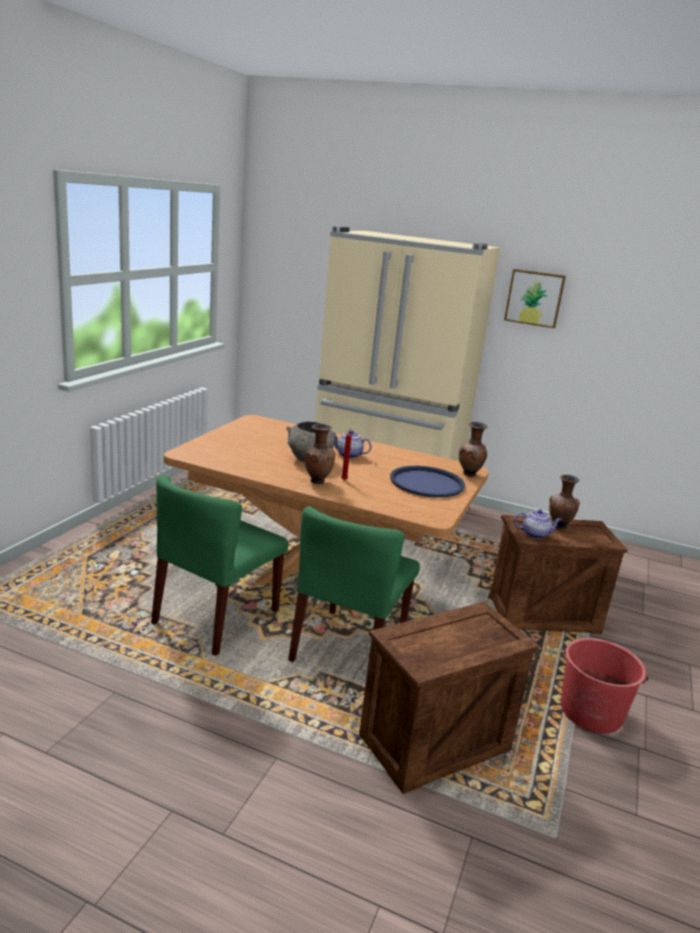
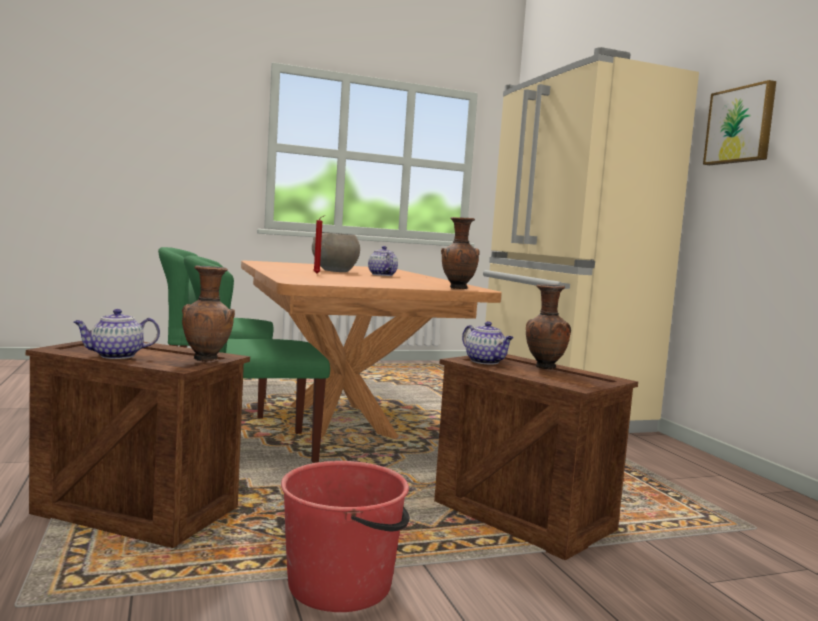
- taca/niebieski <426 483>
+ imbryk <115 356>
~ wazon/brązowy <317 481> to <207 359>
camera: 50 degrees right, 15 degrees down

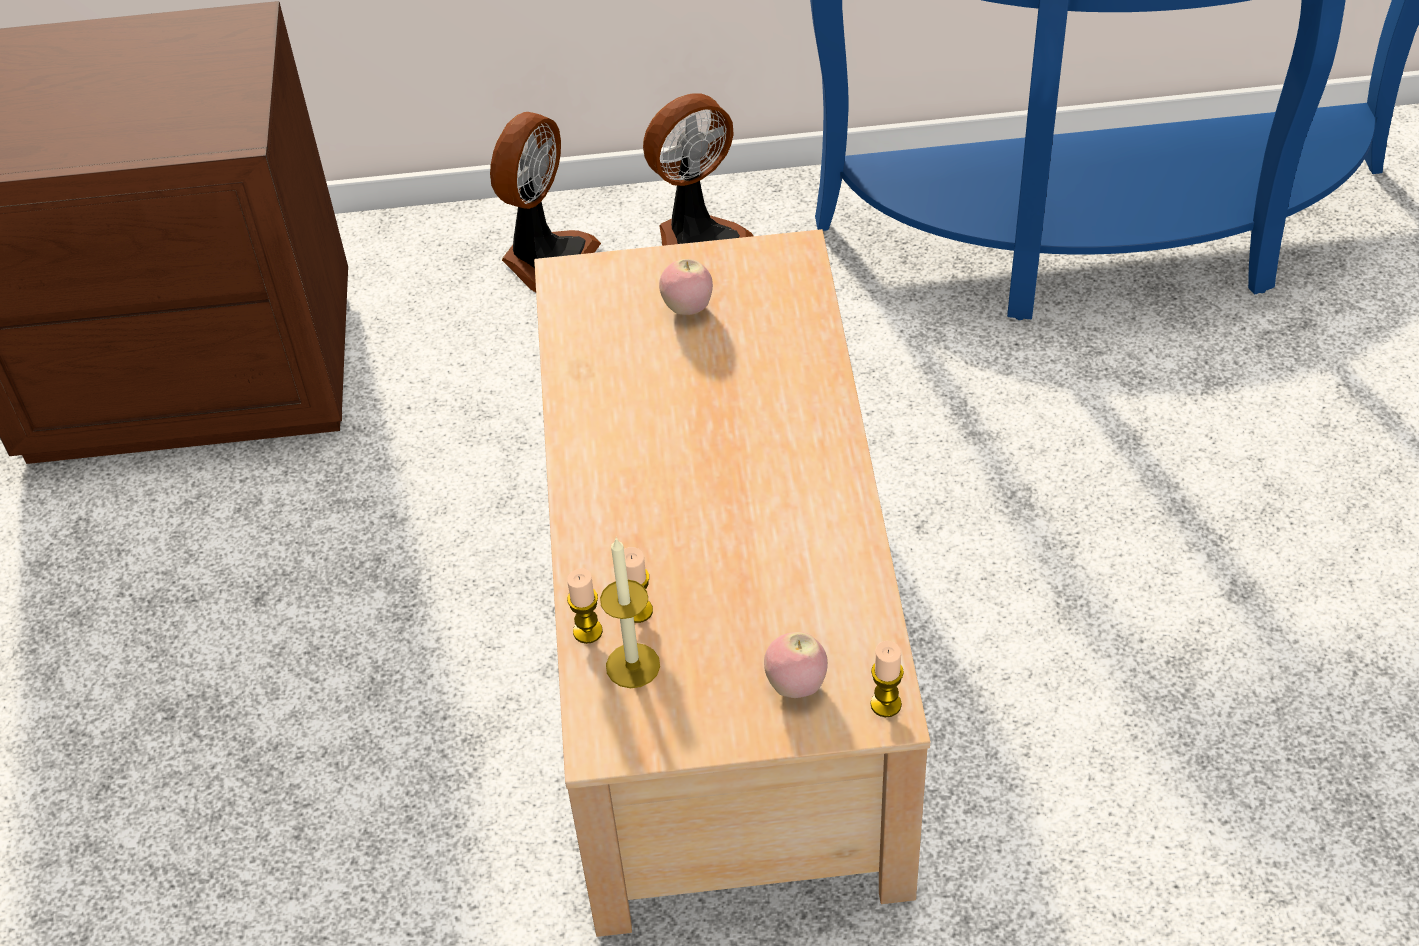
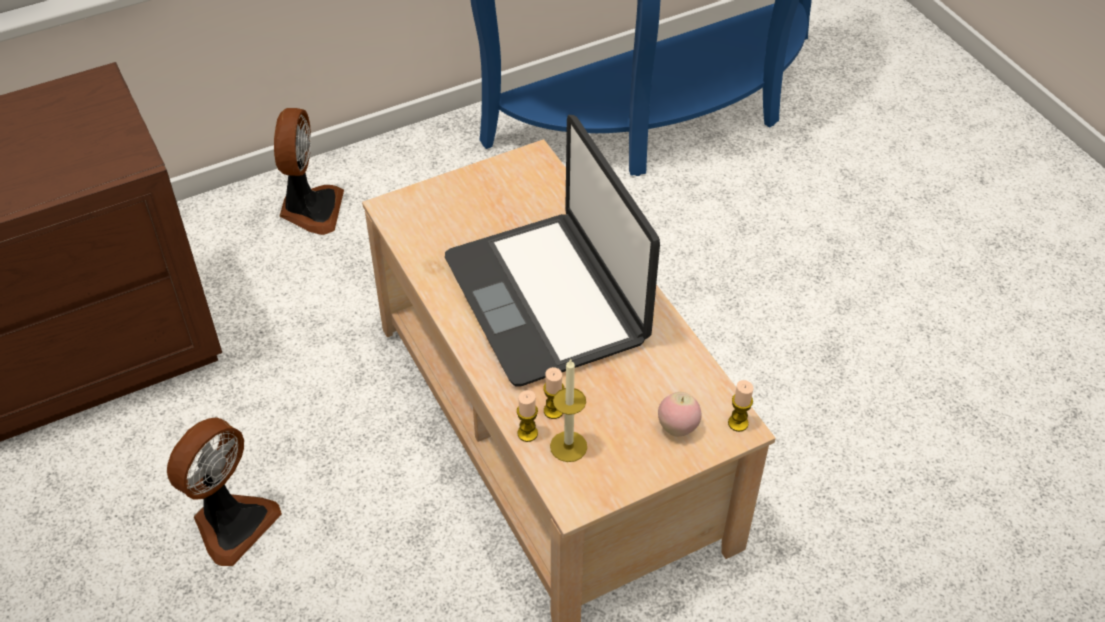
- jabłko <688 308>
+ laptop <548 299>
~ wentylator <698 241> to <231 522>
camera: 25 degrees left, 0 degrees up

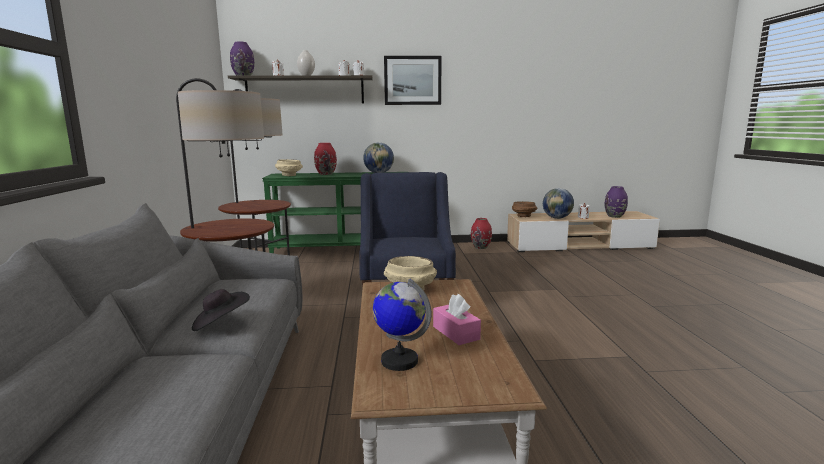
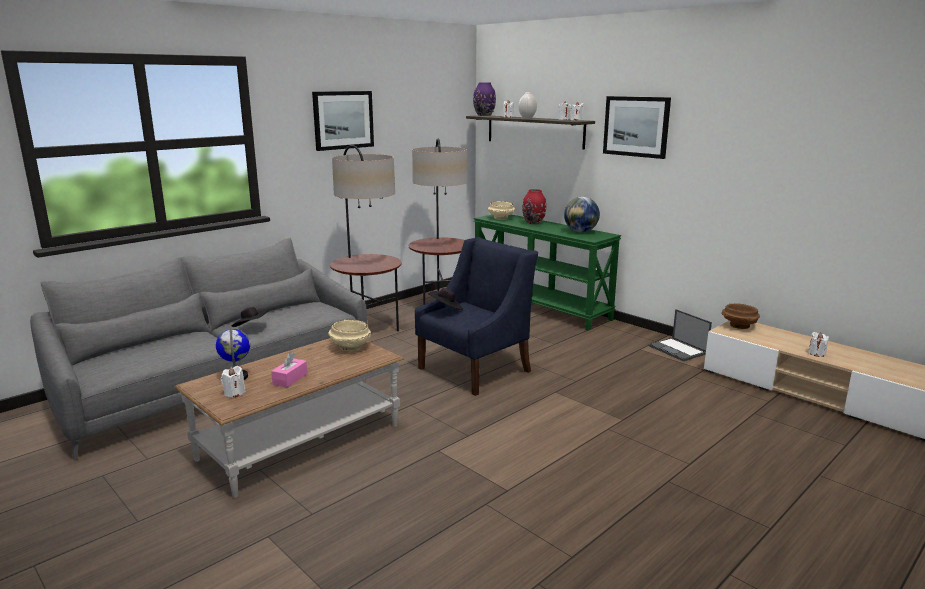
- globus <557 218>
- wazon/fioletowy <615 216>
+ świeca/biały <234 393>
+ obraz <343 120>
+ kapelusz/czarny <446 309>
~ wazon/czerwony <481 247> to laptop <678 350>
camera: 50 degrees right, 5 degrees up

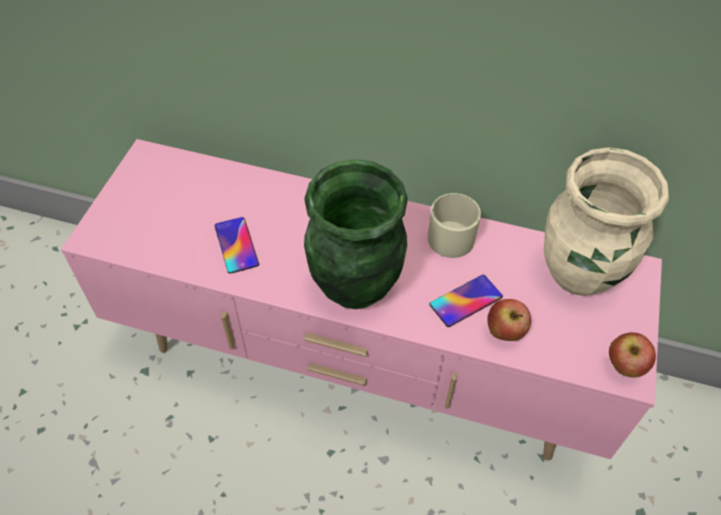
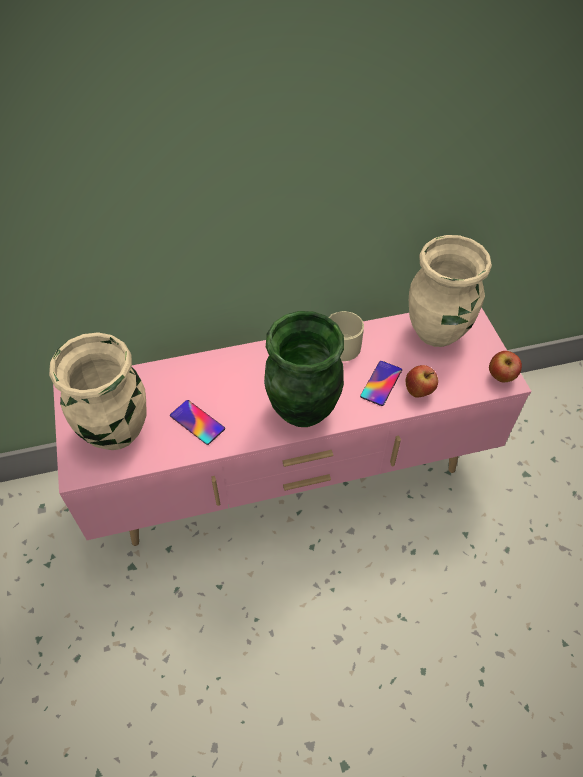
+ wazon/beżowy <116 432>
camera: 30 degrees left, 0 degrees up

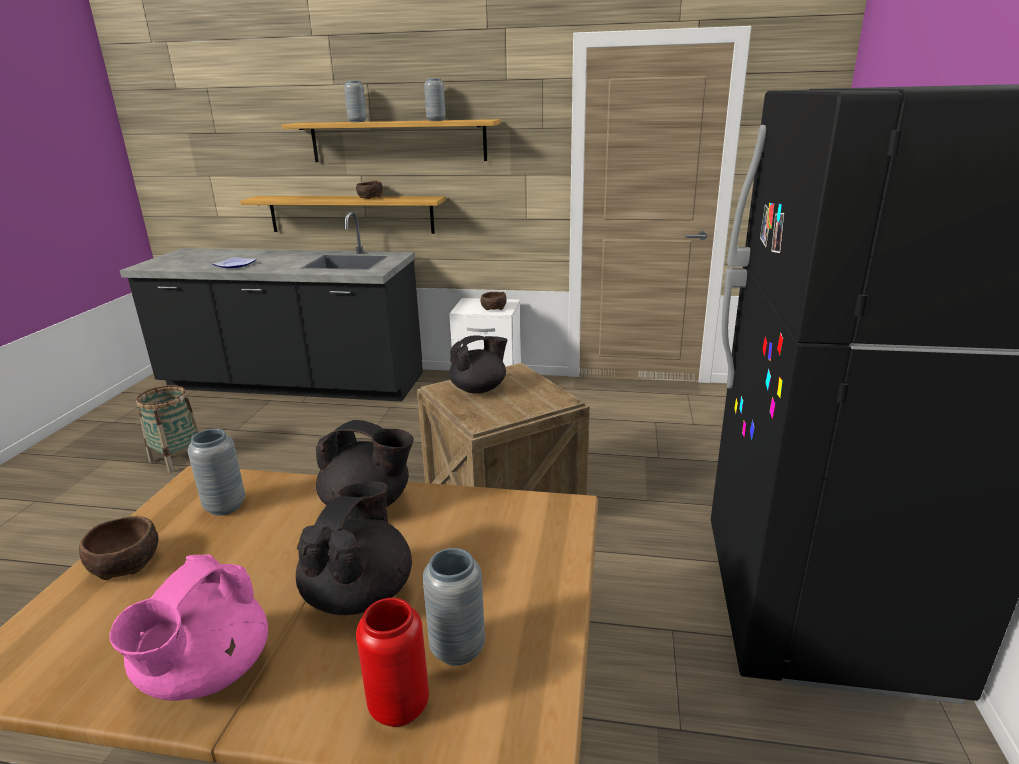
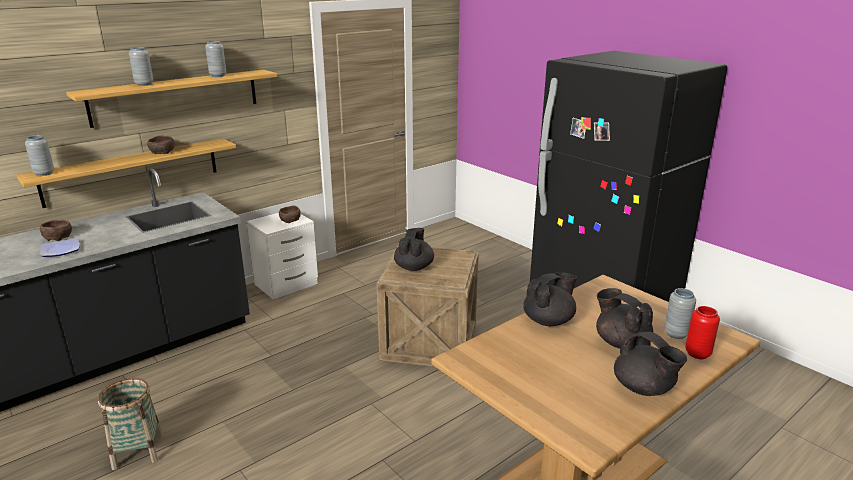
~ miska/brązowy <127 562> to <58 237>
~ wazon/szary <225 506> to <44 174>
~ imbryk/różowy <205 674> to imbryk/czarny <643 388>
camera: 50 degrees left, 0 degrees up

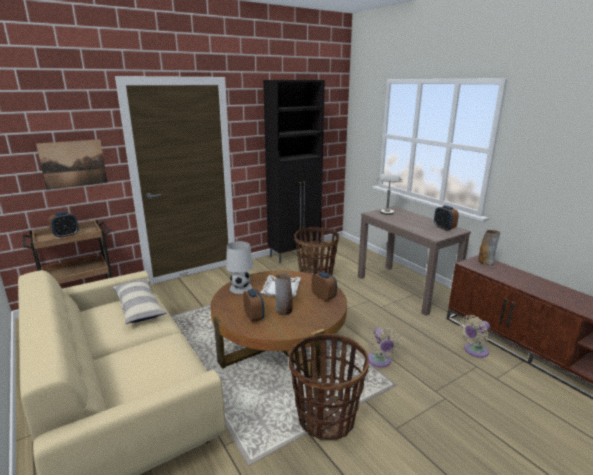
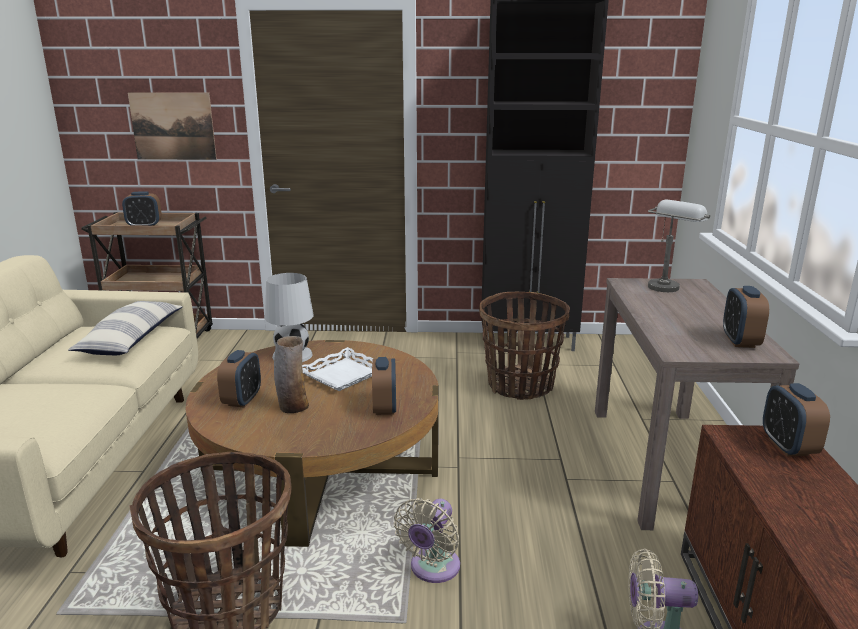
~ wazon <486 262> to budzik <788 446>
camera: 35 degrees right, 0 degrees up

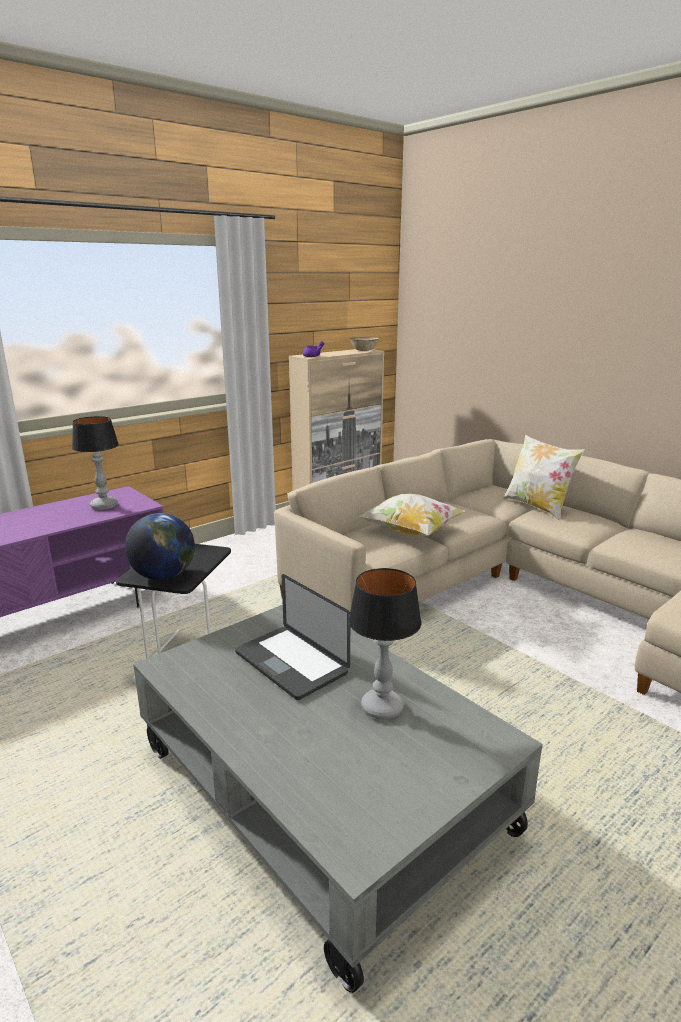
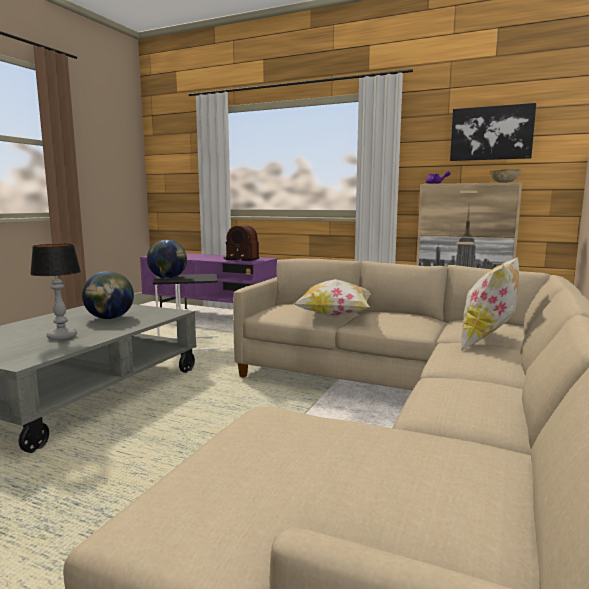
+ obraz <491 133>
~ lampa stołowa <104 506> to radio <241 259>
~ laptop <291 663> to globus <110 318>
camera: 65 degrees right, 10 degrees down

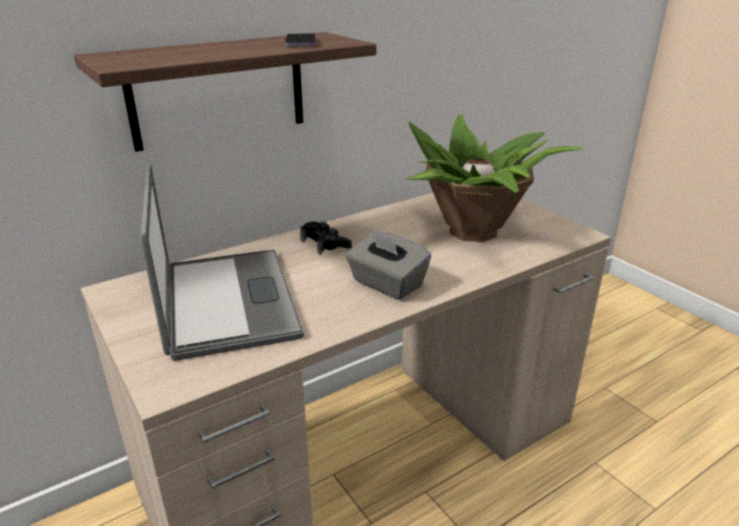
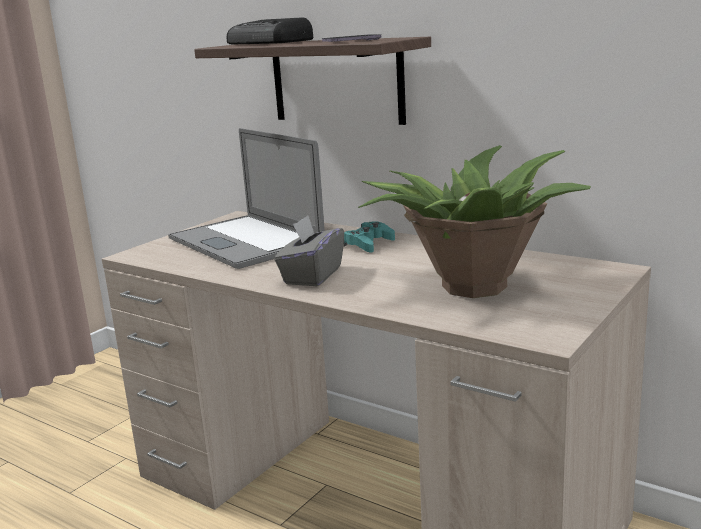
+ radio <270 42>
~ pad do gier/czarny <325 244> to pad do gier/turkusowy <369 244>
~ laptop <227 301> = <245 241> 90 degrees clockwise
camera: 70 degrees right, 10 degrees down

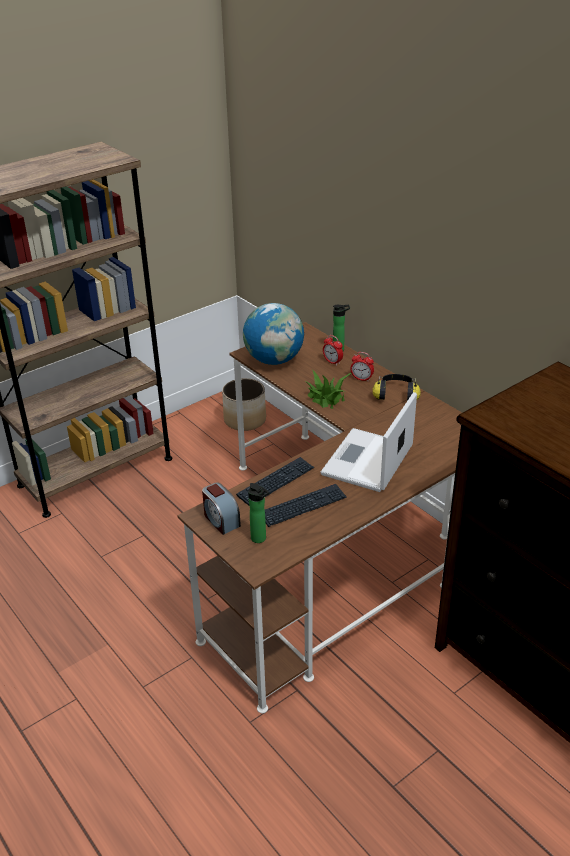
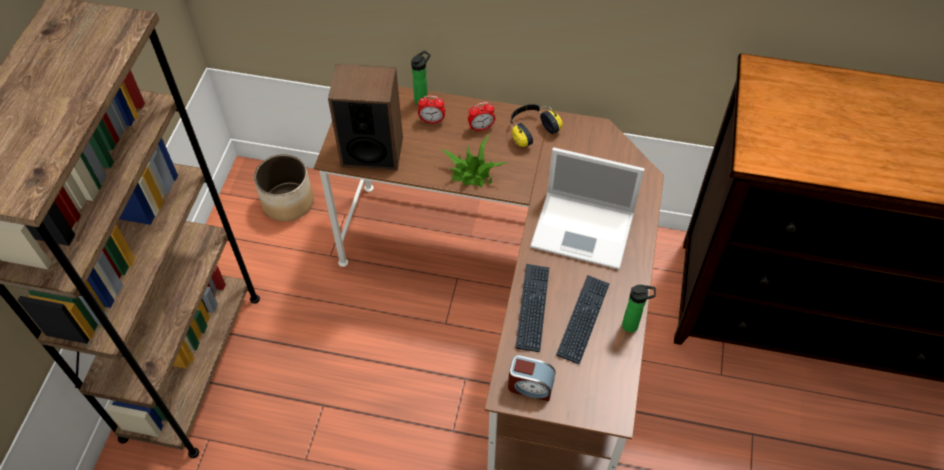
~ butelka <260 539> to <632 325>
~ globus <274 360> to głośnik <372 151>
~ laptop <367 462> = <585 230> 60 degrees counterclockwise
camera: 40 degrees left, 20 degrees up

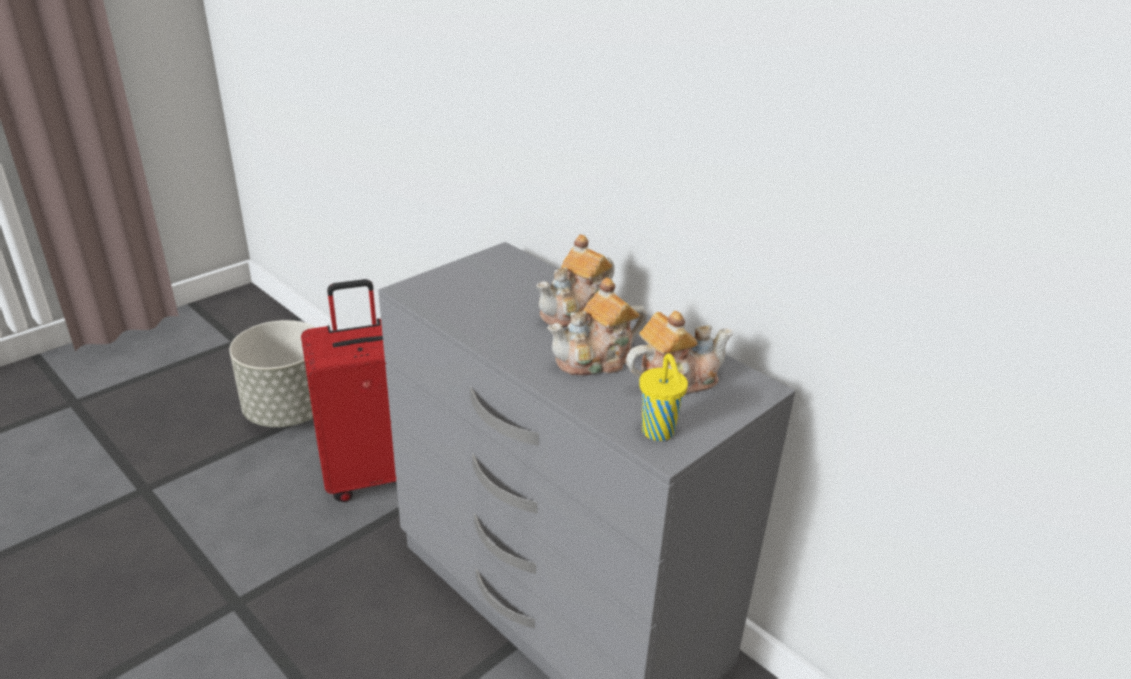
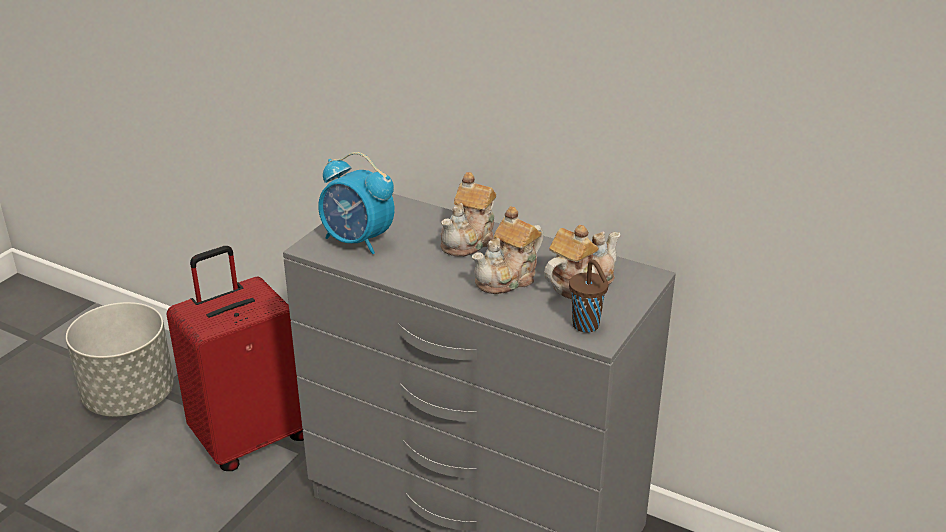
+ budzik <357 241>
~ filiżanka/żółty <659 433> to filiżanka/brązowy <587 326>
camera: 15 degrees left, 0 degrees up

